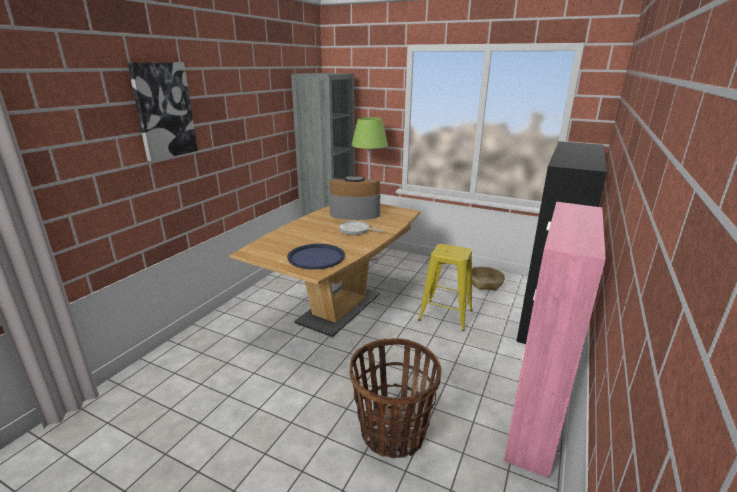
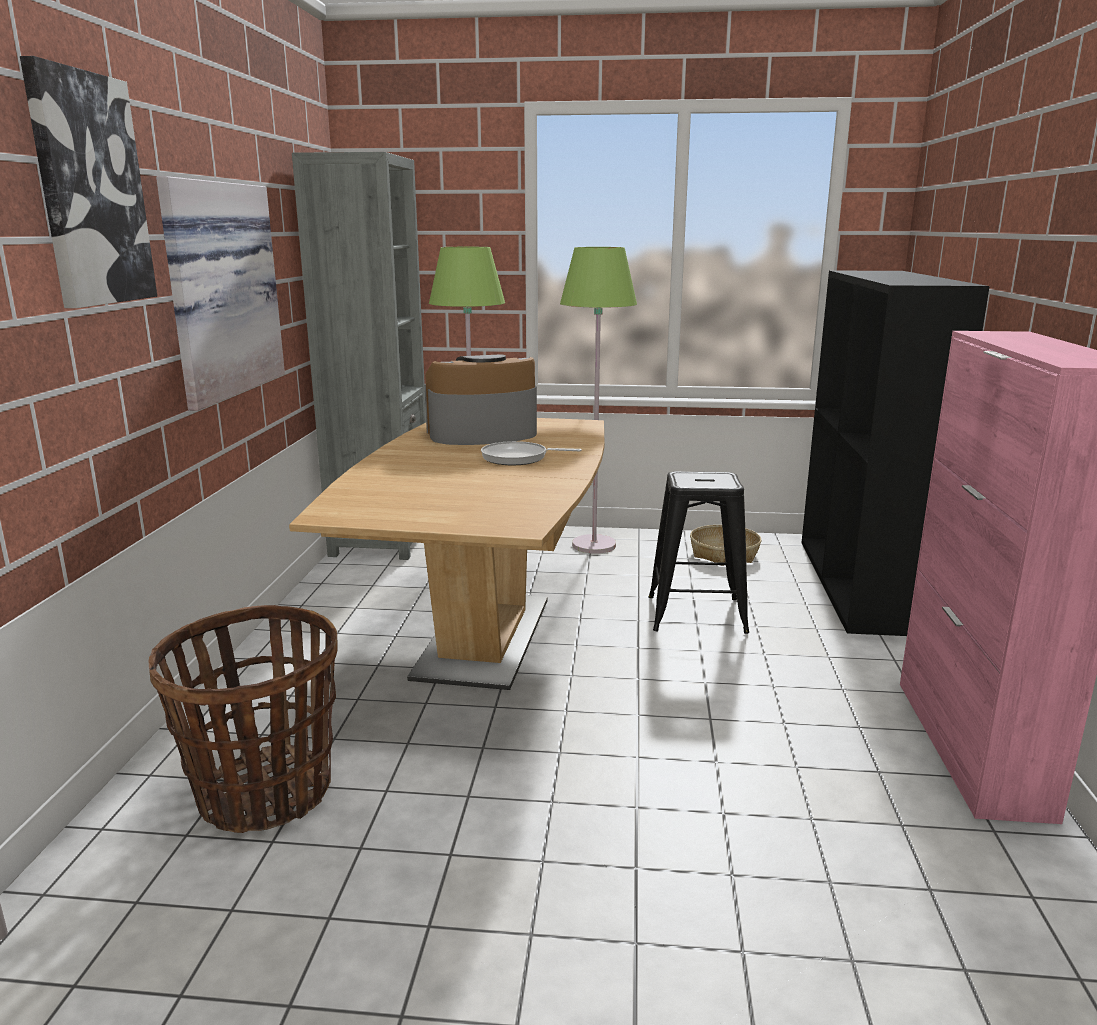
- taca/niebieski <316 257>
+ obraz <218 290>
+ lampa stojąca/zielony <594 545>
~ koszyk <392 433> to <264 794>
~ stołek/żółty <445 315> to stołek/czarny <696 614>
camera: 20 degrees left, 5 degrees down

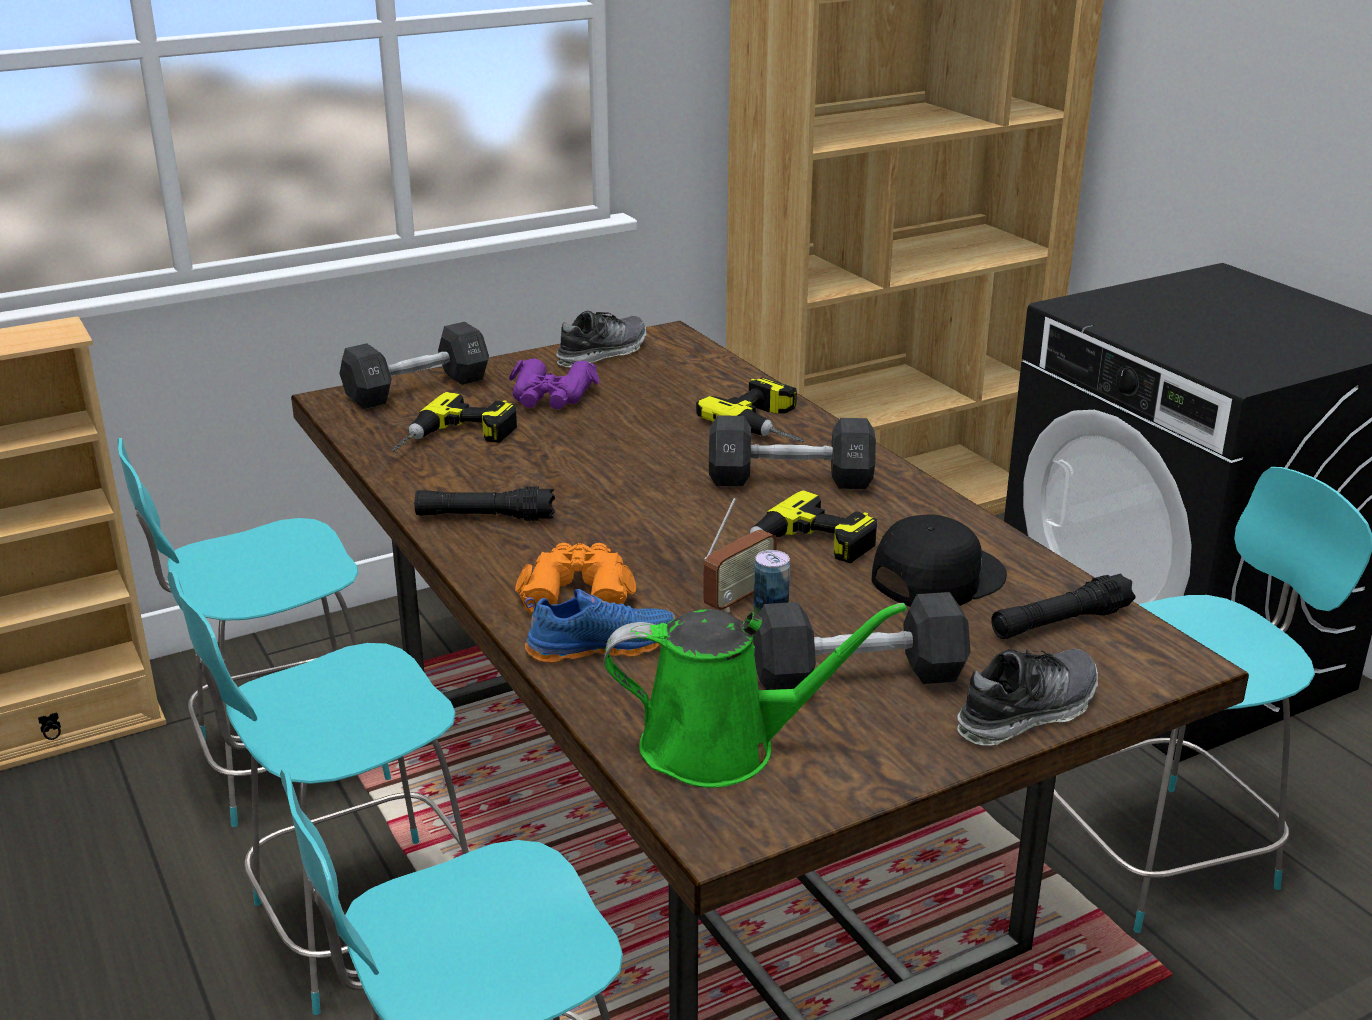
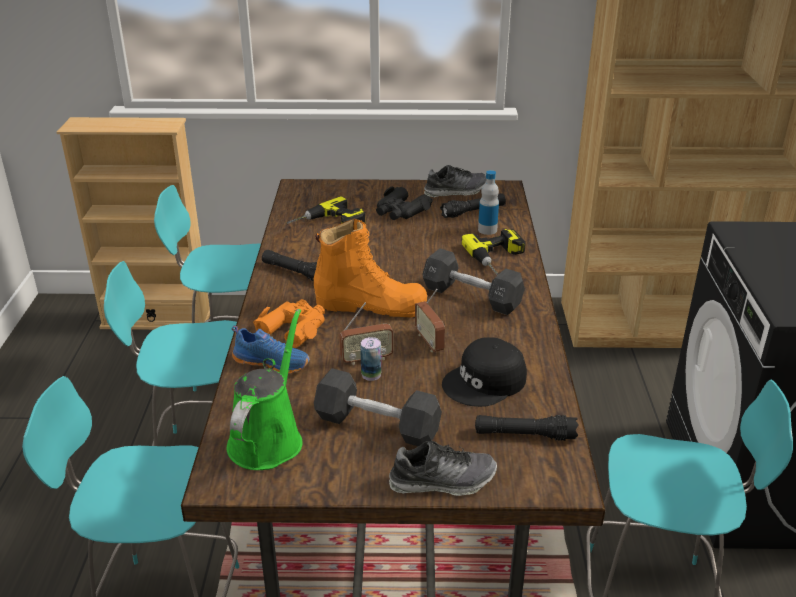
- hantel/czarny <417 389>
+ but z cholewką/pomarańczowy <371 305>
+ latarka/czarny <473 211>
+ butelka <487 230>
~ wiertarka <801 551> to radio <429 342>
~ lornetka/fioletowy <551 397> to lornetka/czarny <401 211>
~ konewka/zielony <722 747> = <268 438> 105 degrees counterclockwise
~ czapka z daszkiem/czarny <936 577> = <485 382> 150 degrees clockwise
camera: 30 degrees right, 5 degrees up

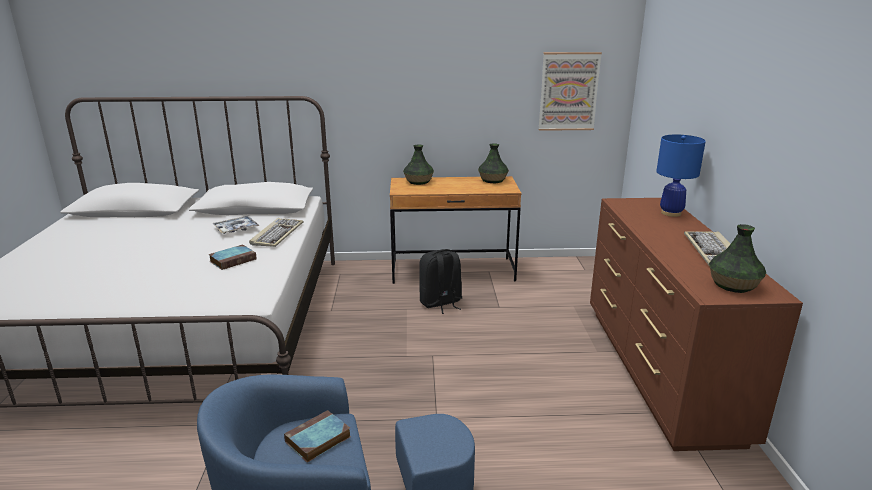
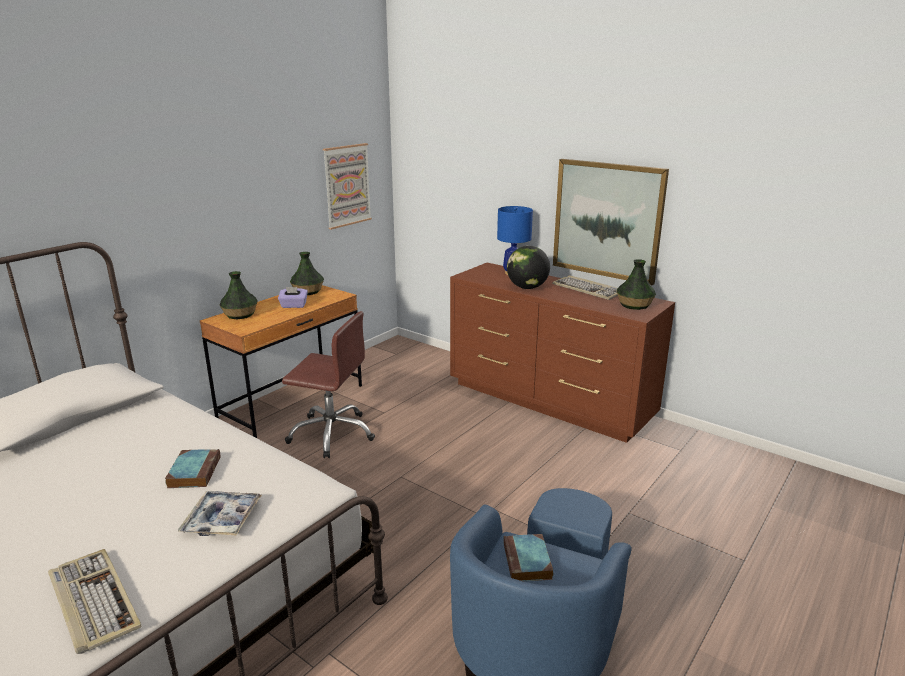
+ pudełko chusteczek/fioletowy <293 306>
+ globus <527 287>
+ obraz <607 220>
~ taca <236 229> to <222 519>
~ klawiatura <277 234> to <92 602>
~ plecak/czarny <440 303> to krzesło biurowe/brązowy <332 433>
camera: 50 degrees left, 0 degrees up

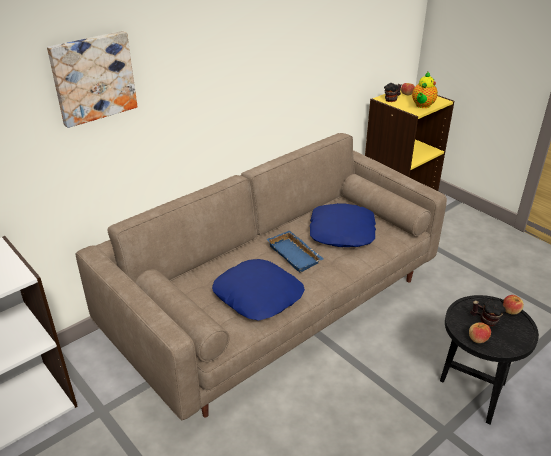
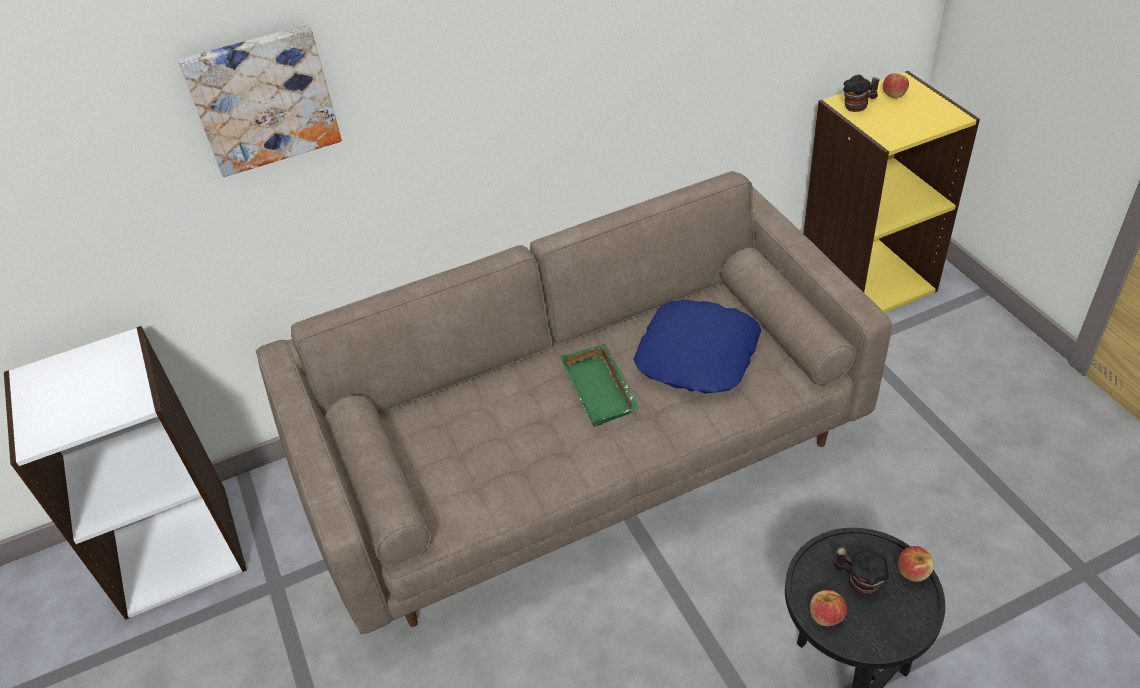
- poduszka/niebieski <258 295>
- imbryk <422 106>
~ taca/niebieski <296 255> to taca/zielony <602 390>
camera: 20 degrees right, 10 degrees up

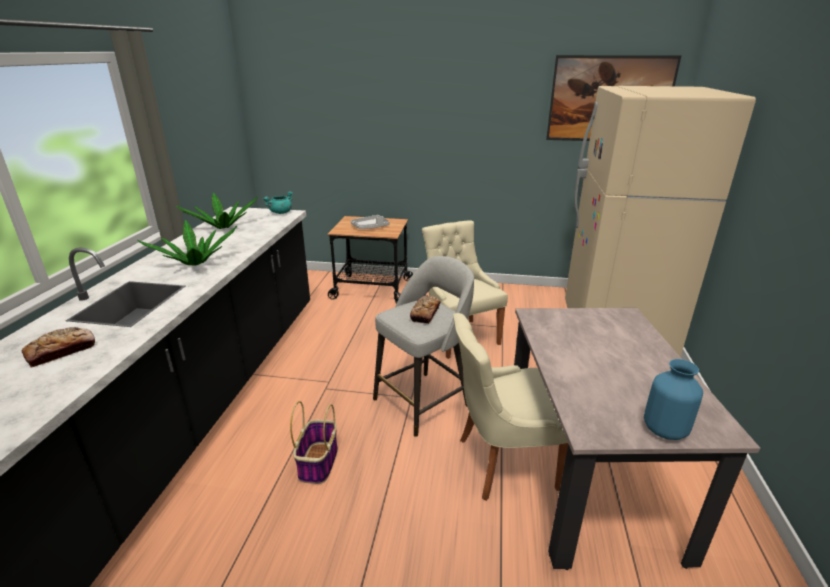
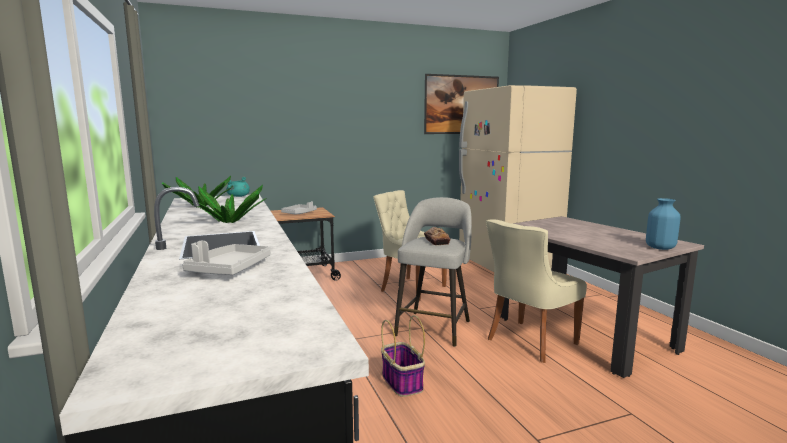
~ chleb <62 351> to taca/szary <229 269>
camera: 30 degrees left, 15 degrees down

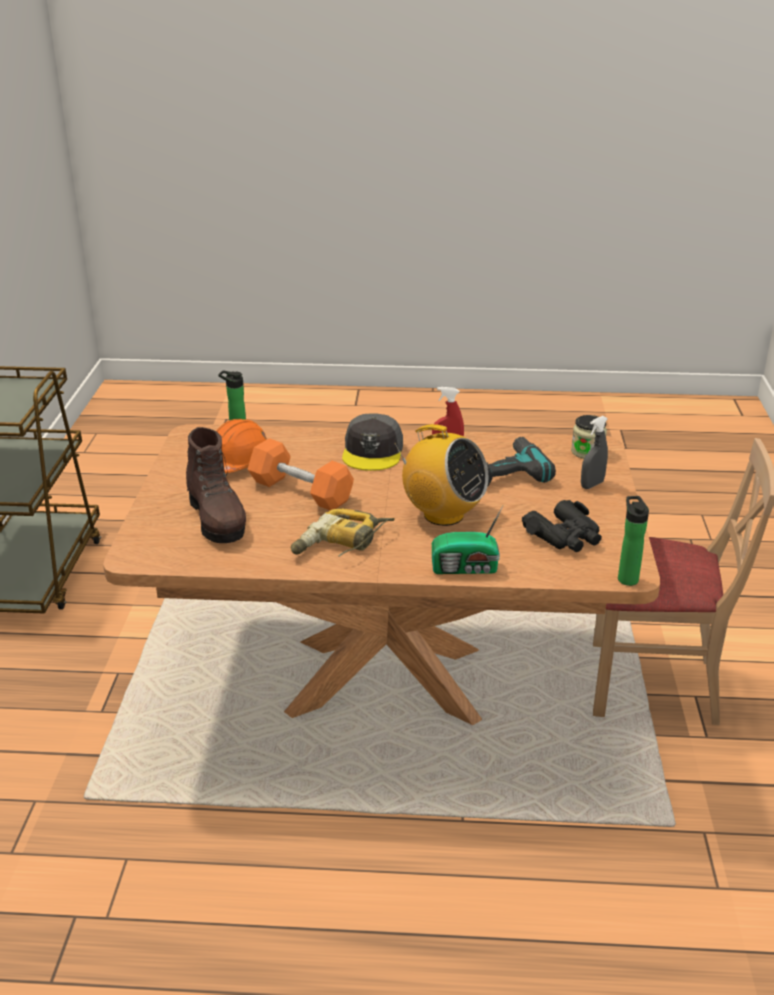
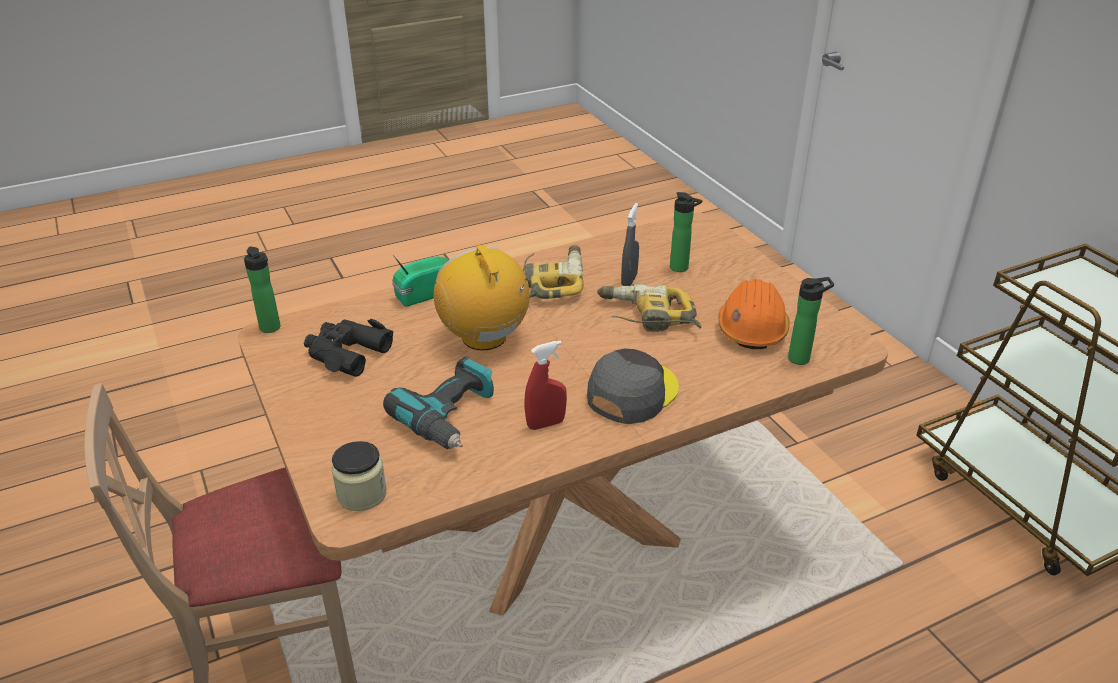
~ spryskiwacz/szary <592 485> to <629 280>
~ but z cholewką/brązowy <217 519> to butelka <681 268>
~ hantel/pomarańczowy <300 491> to wiertarka <647 317>
~ czapka z daszkiem/szary <373 452> = <632 393> 60 degrees clockwise
~ radio <442 515> = <484 337> 60 degrees clockwise
camera: 150 degrees right, 5 degrees up

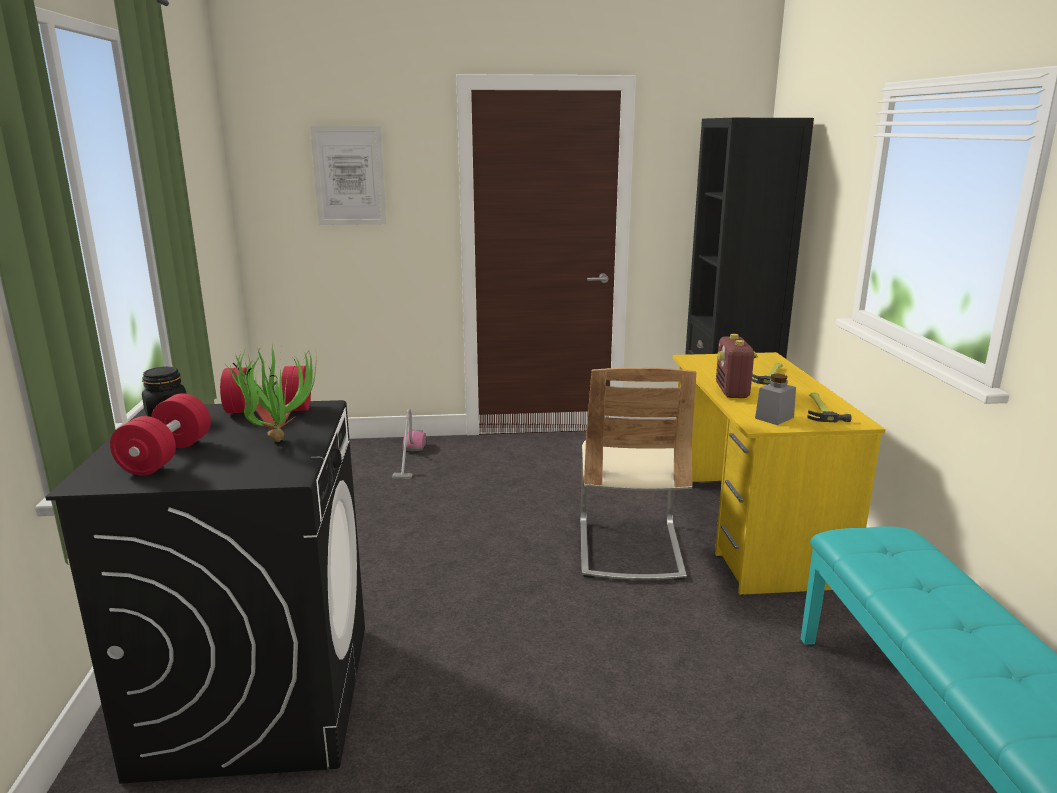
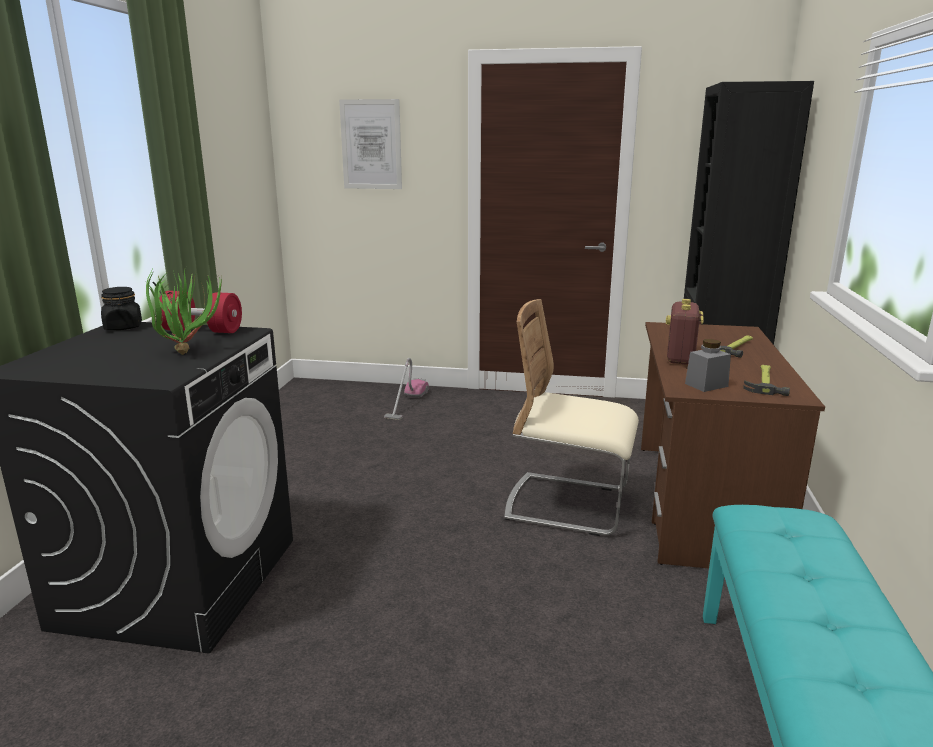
- hantel/czerwony <167 456>
~ biurko/żółty <750 529> to biurko/brązowy <702 503>
~ krzesło/beżowy <629 548> = <568 505> 90 degrees clockwise
camera: 15 degrees right, 0 degrees up

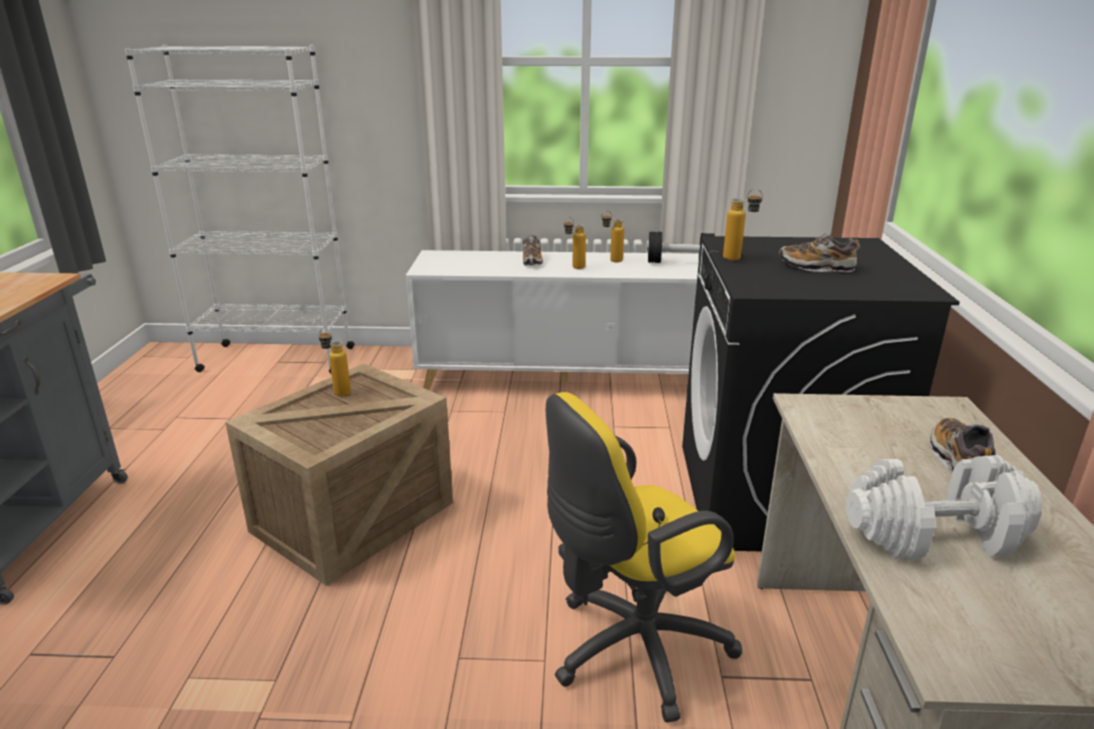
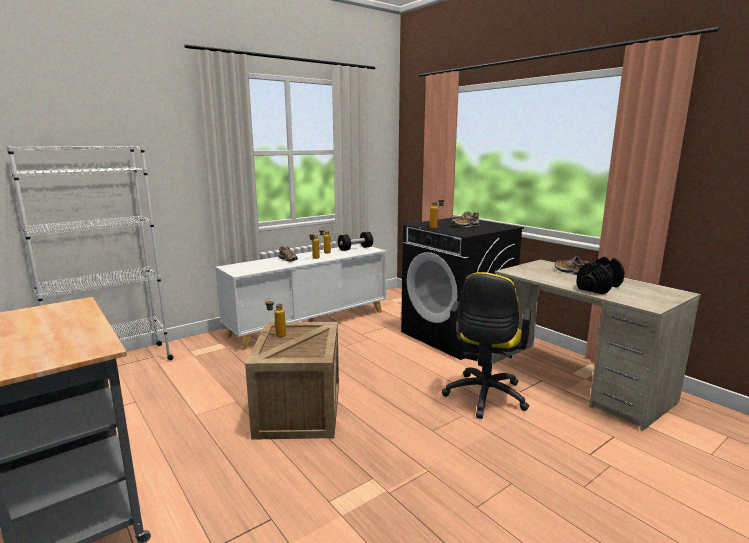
~ hantel/biały <934 535> to hantel/czarny <599 287>
camera: 40 degrees left, 10 degrees down

